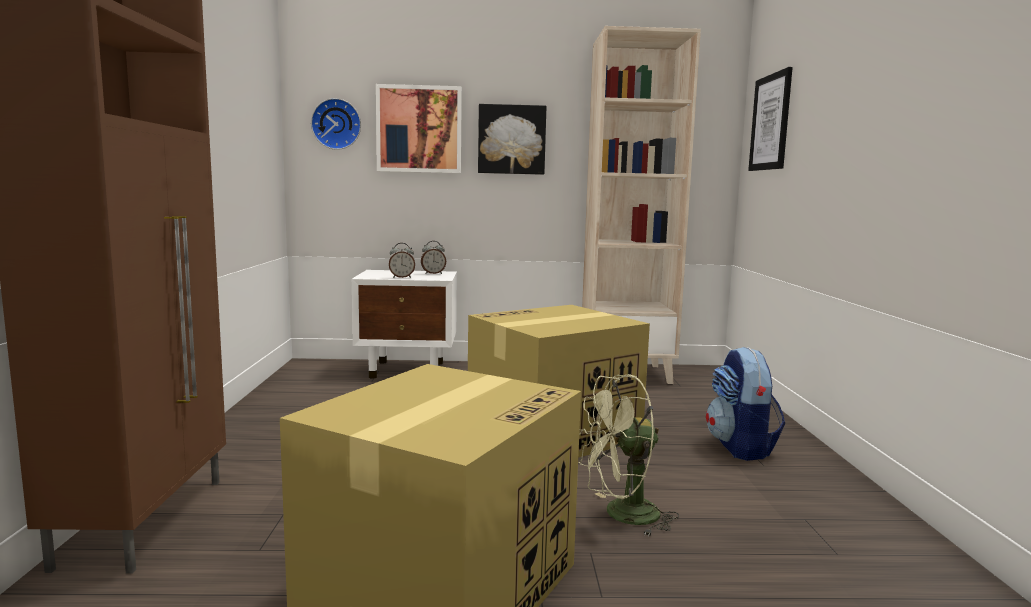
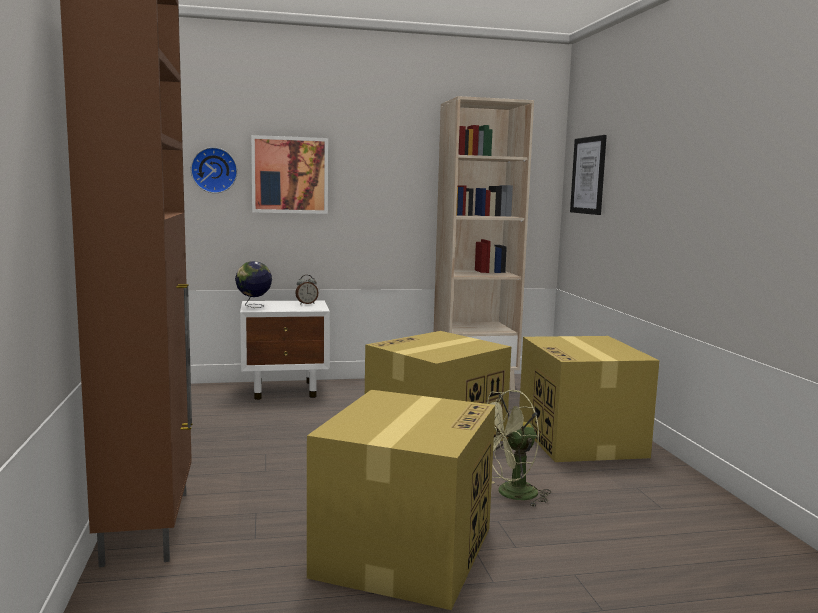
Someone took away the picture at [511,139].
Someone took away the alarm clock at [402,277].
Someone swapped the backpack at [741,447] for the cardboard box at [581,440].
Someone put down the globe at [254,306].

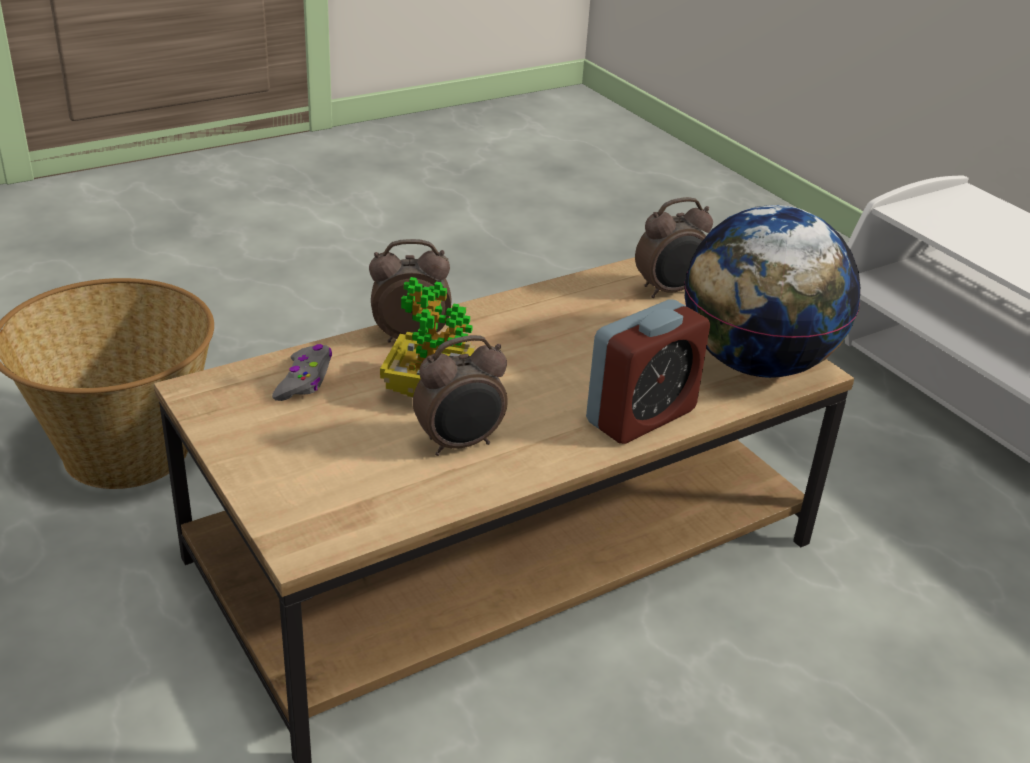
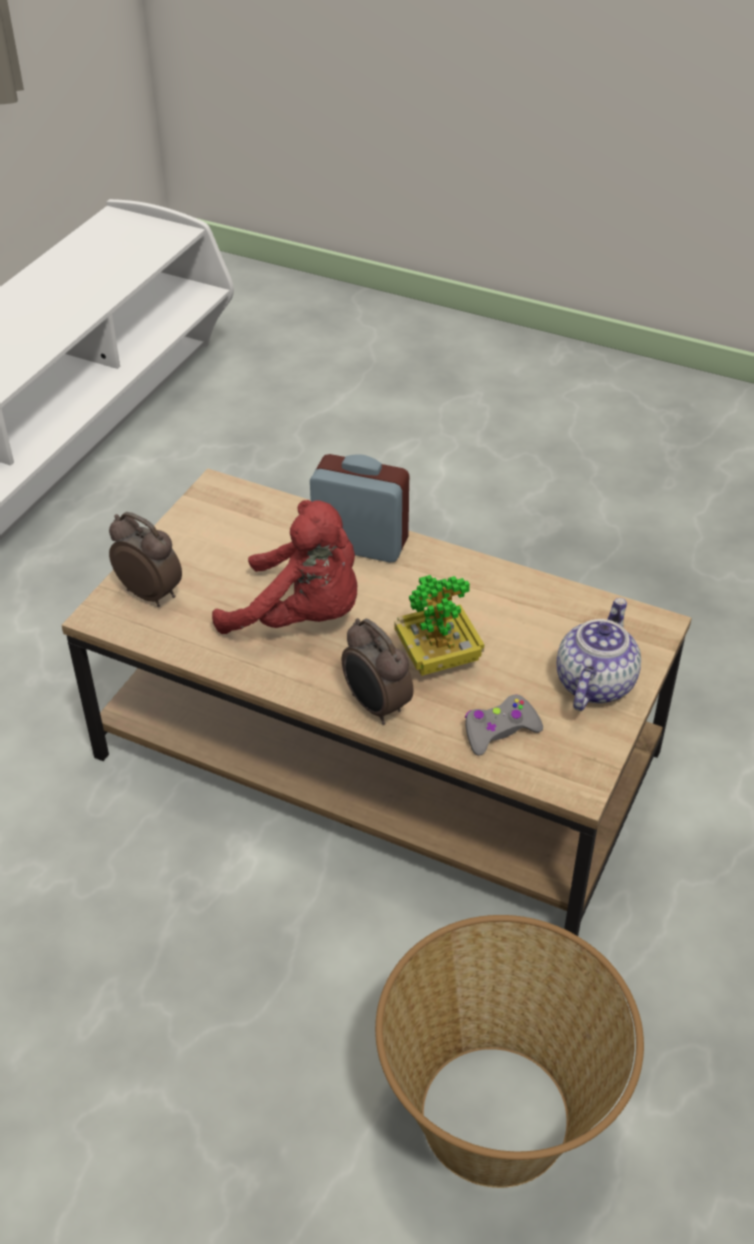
Someone took away the globe at [755,363].
Someone took away the alarm clock at [460,444].
Someone put down the red plush toy at [301,617].
Someone put down the teapot at [594,682].

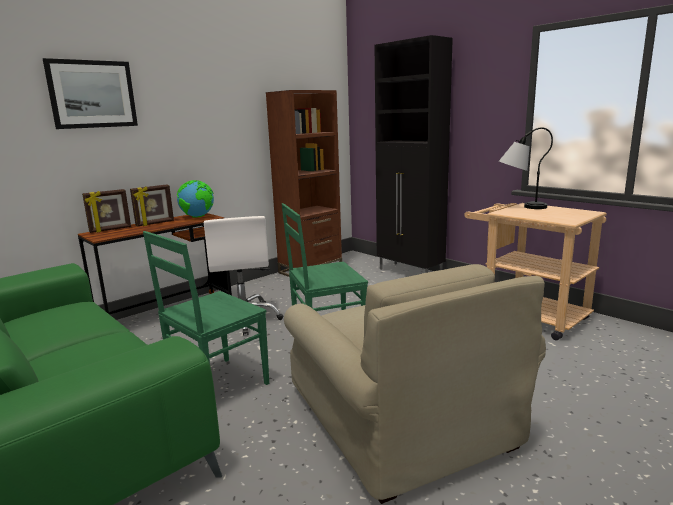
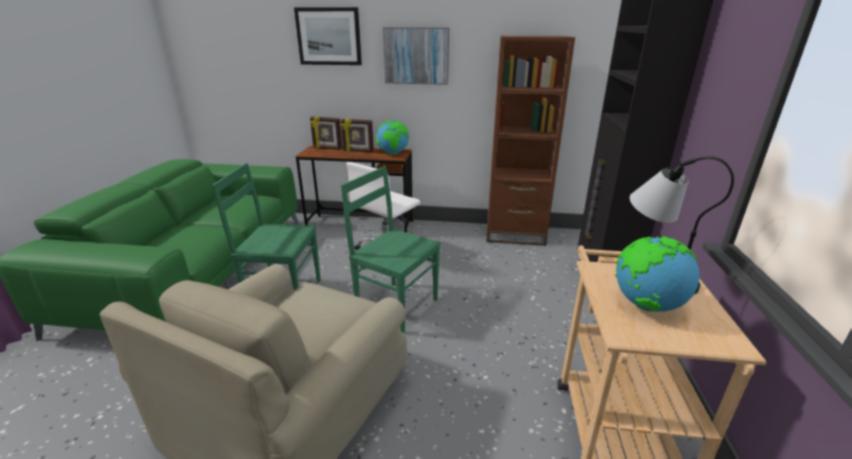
Someone put up the picture at [416,56].
Someone put down the globe at [646,305].

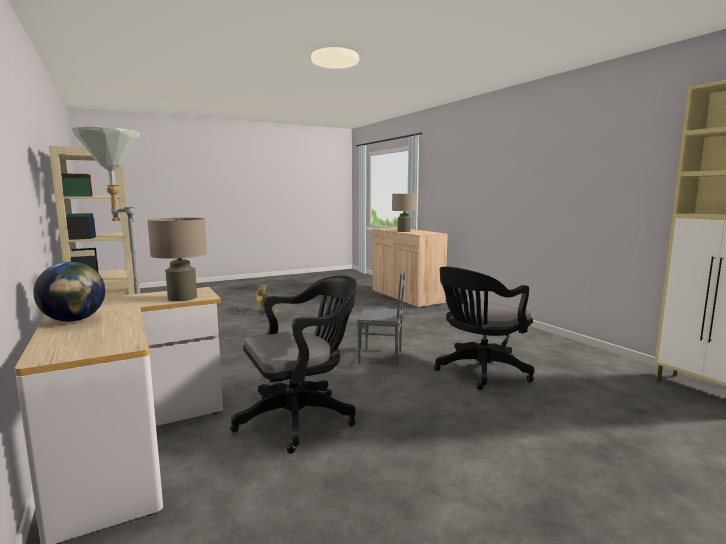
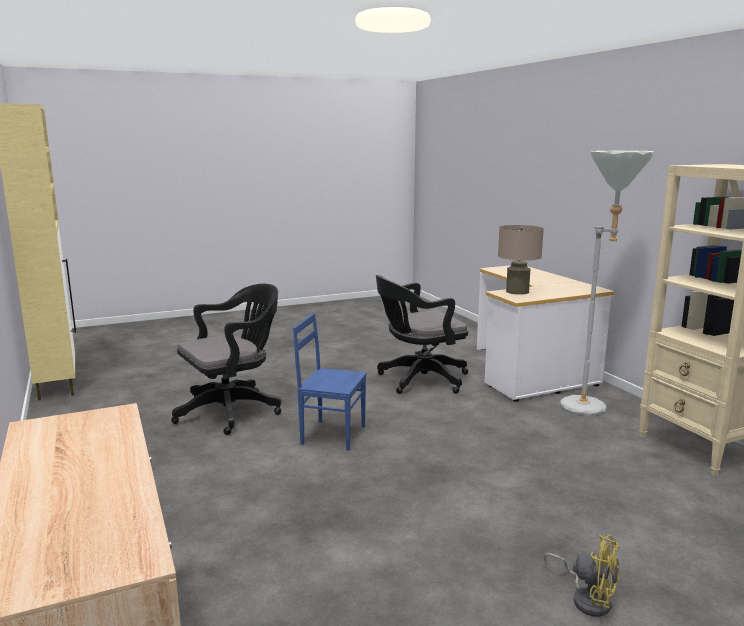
Someone took away the beige table lamp at [404,231].
Someone took away the globe at [74,320].
Someone repainted the grey chair at [381,357], which became the blue chair at [332,434].

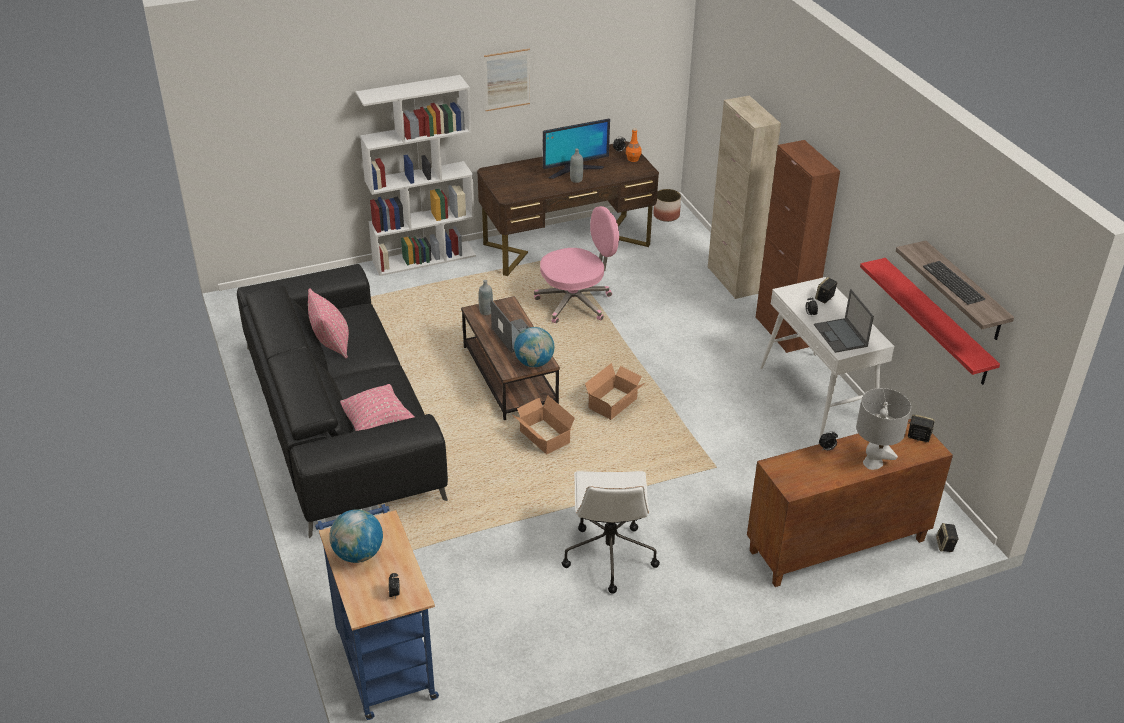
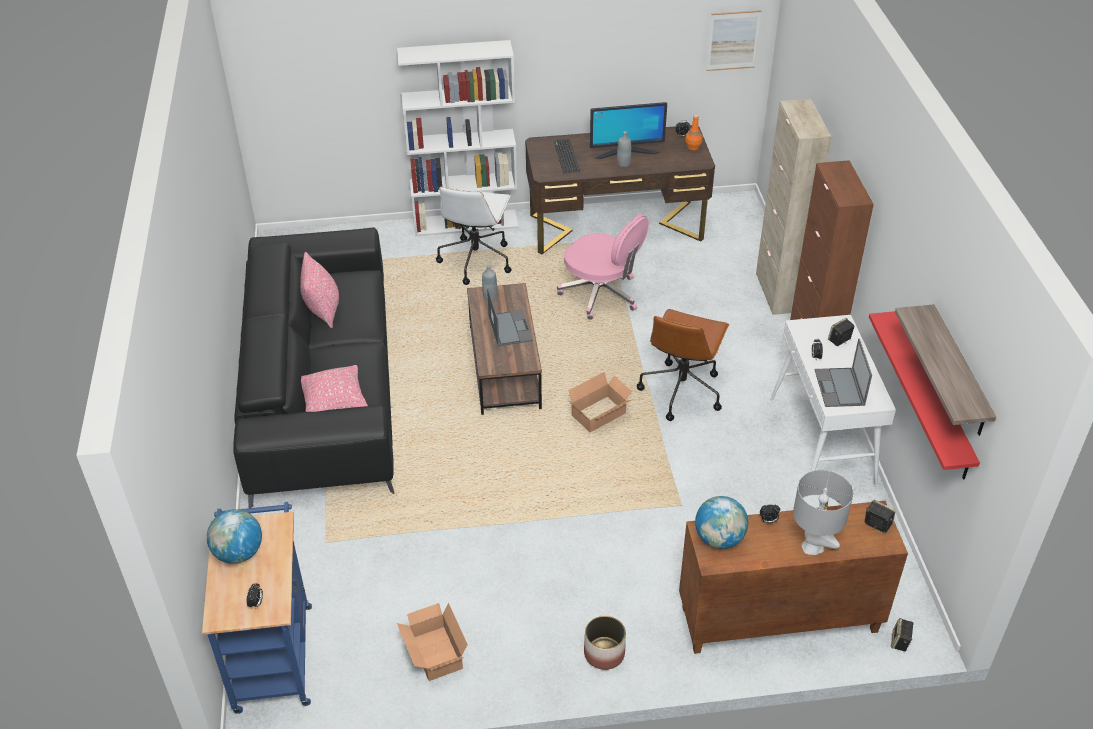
Someone carried the picture from [507,80] to [733,40].
Someone carried the planter from [666,215] to [604,653].
Someone rotated the pink office chair at [576,303] by 45 degrees clockwise.
Someone carried the keyboard from [953,283] to [566,156].
Someone carried the globe from [534,363] to [719,539].
Someone carried the cardboard box from [543,439] to [434,655].
Someone carried the white office chair from [609,555] to [476,260].
Someone put down the brown office chair at [681,390].

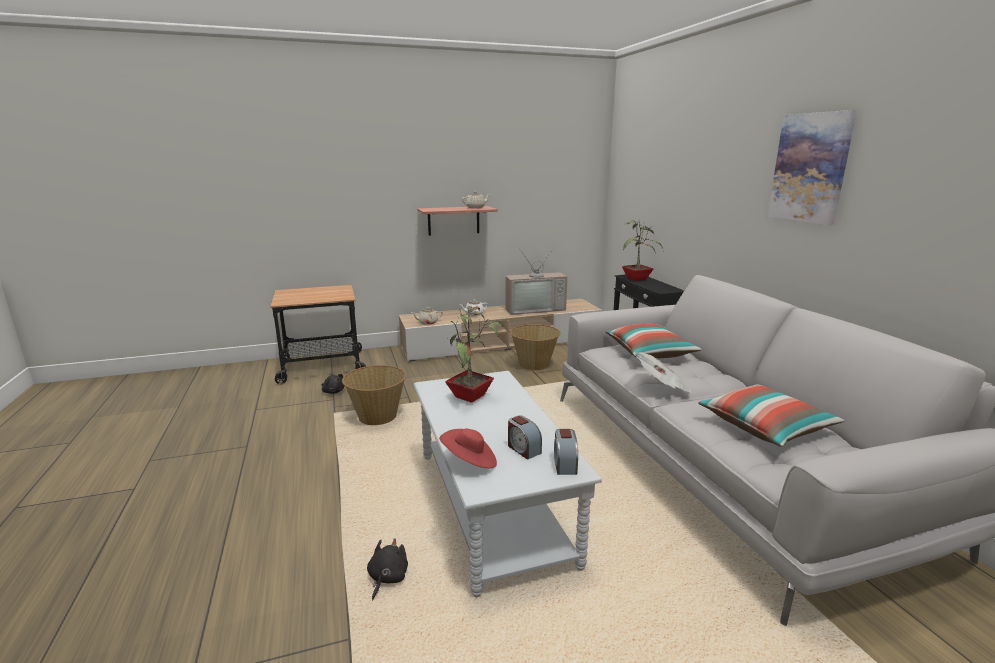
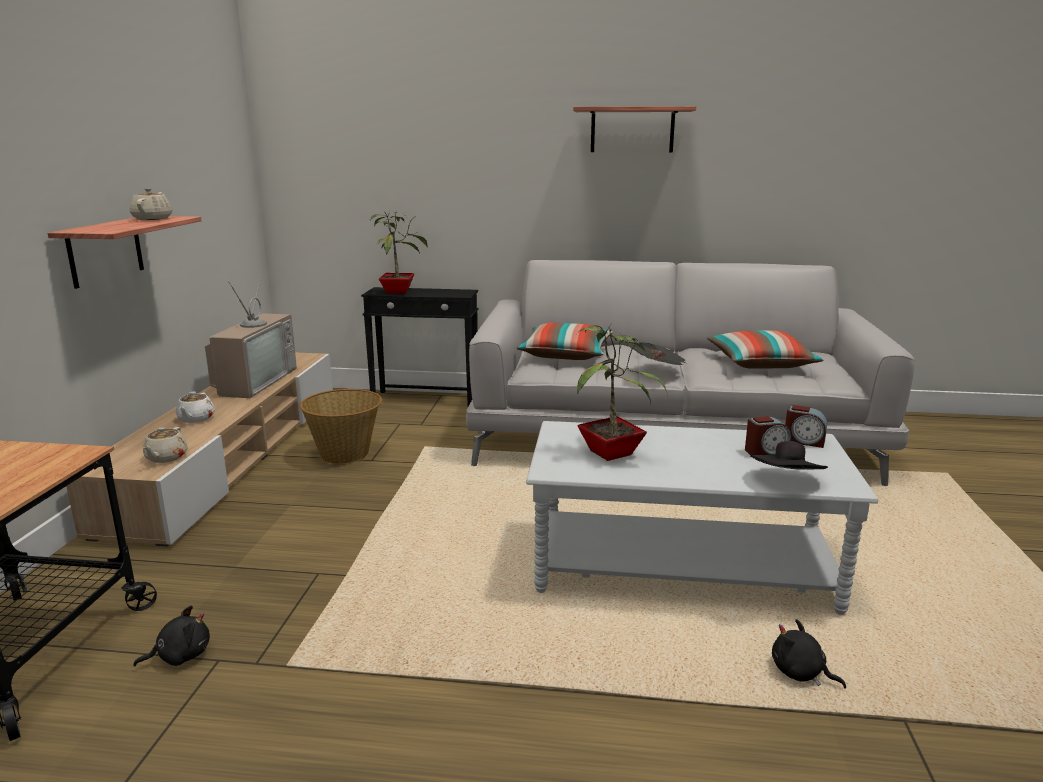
Someone swapped the picture at [810,168] for the shelf at [632,130].
Someone took away the basket at [377,416].
Someone repainted the red hat at [469,462], which became the black hat at [786,481].

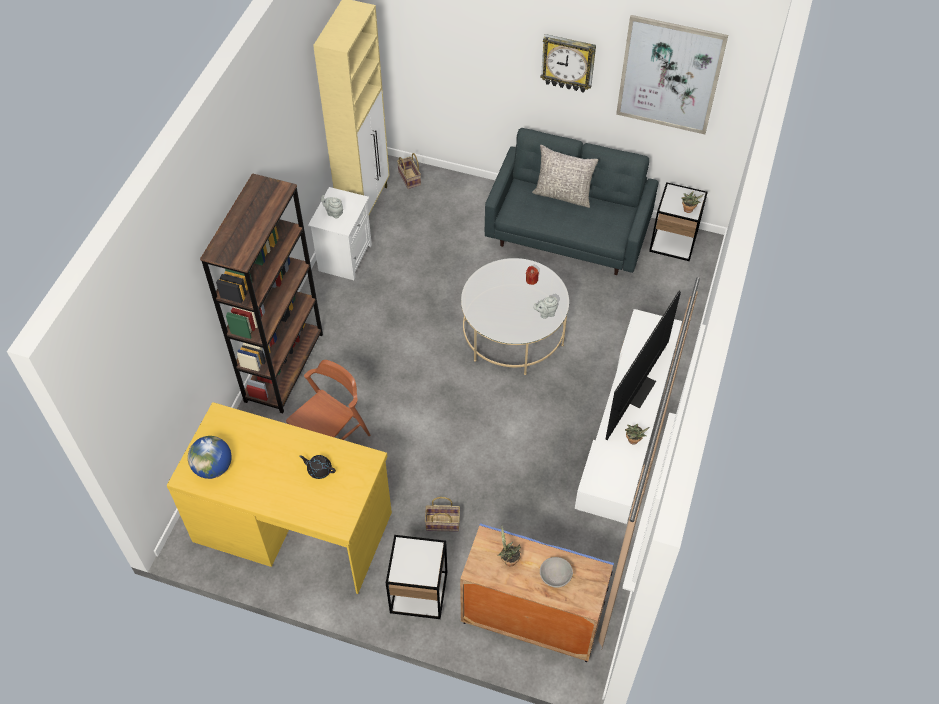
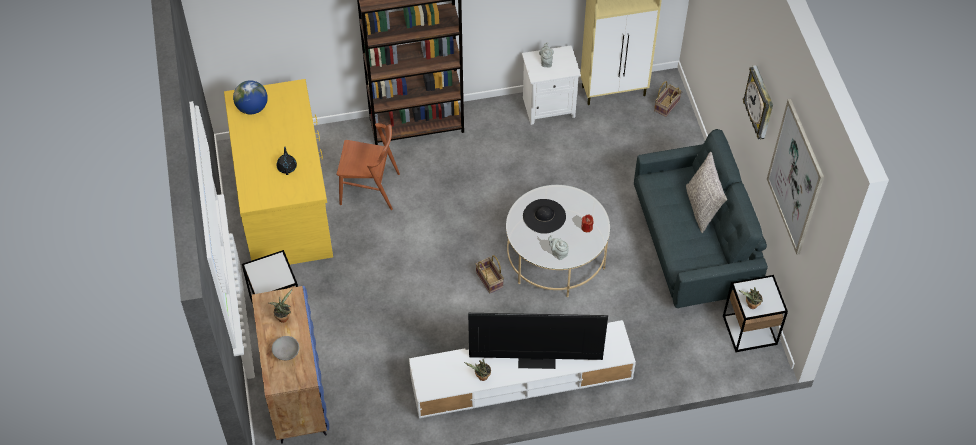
Someone carried the basket from [443,522] to [490,280].
Someone put down the black hat at [544,216].

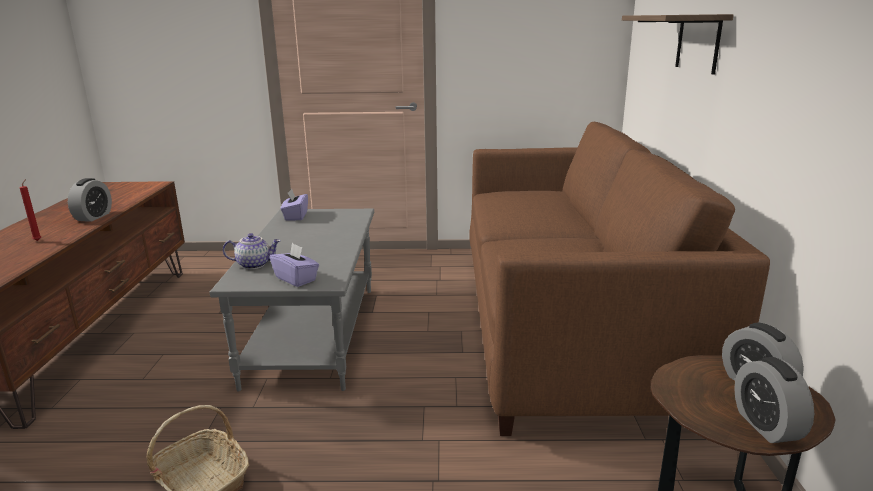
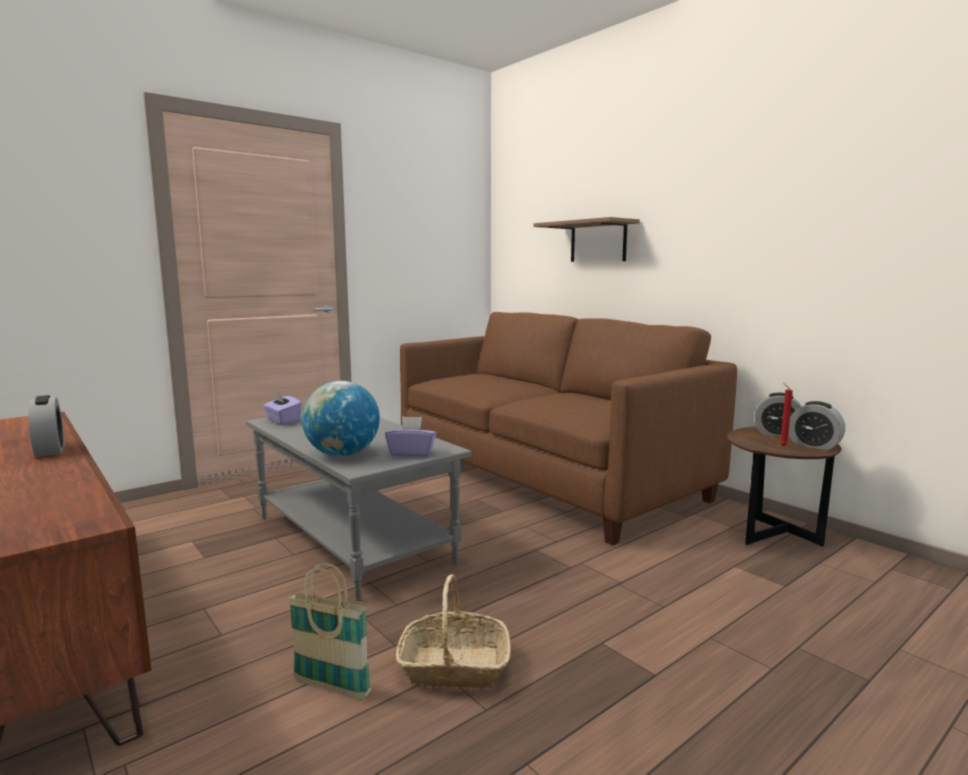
Someone carried the red candle from [38,240] to [782,445].
Someone swapped the teapot at [254,264] for the globe at [342,454].
Someone put down the basket at [331,688].

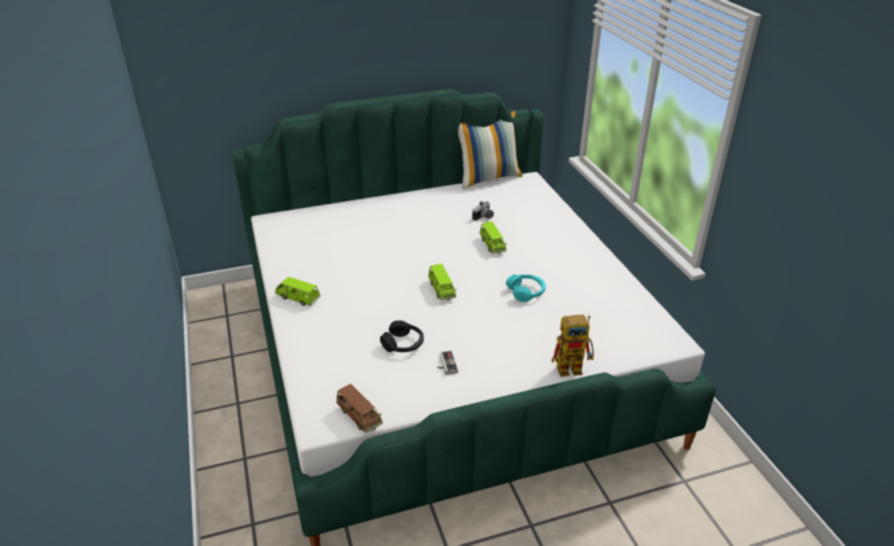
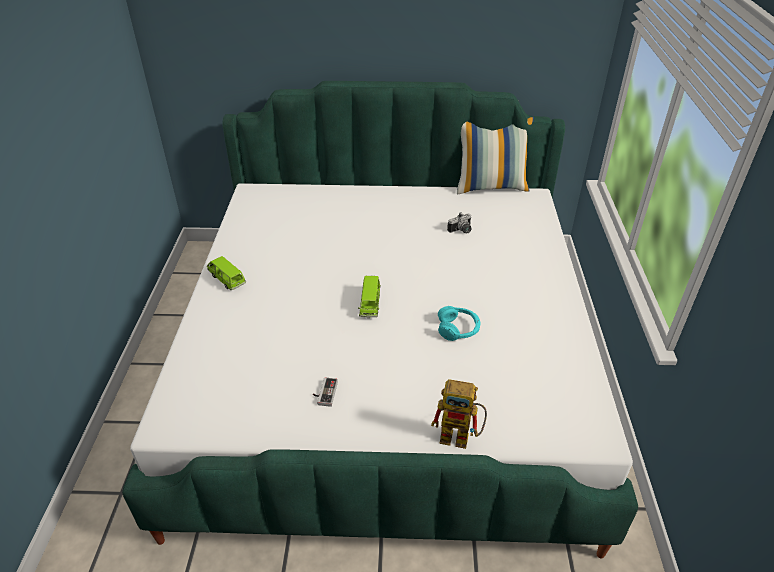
Someone took away the green toy car at [492,245].
Someone took away the black headphones at [403,344].
Someone took away the brown toy car at [359,416].

